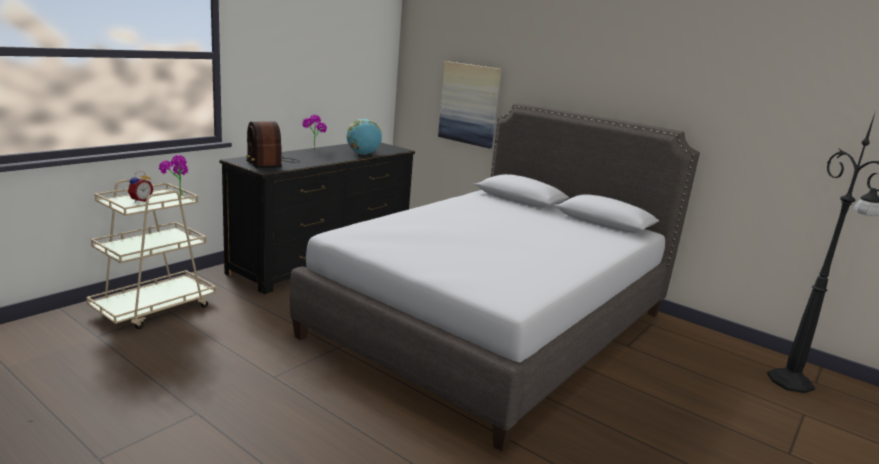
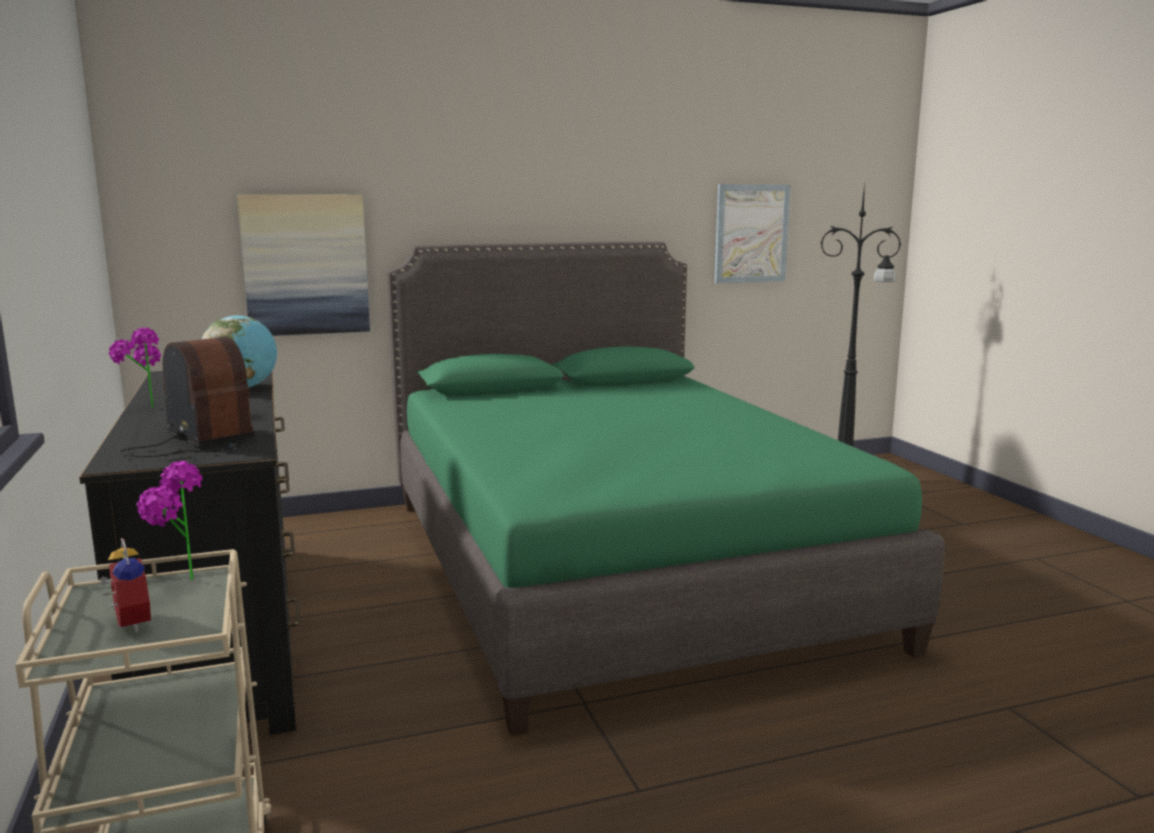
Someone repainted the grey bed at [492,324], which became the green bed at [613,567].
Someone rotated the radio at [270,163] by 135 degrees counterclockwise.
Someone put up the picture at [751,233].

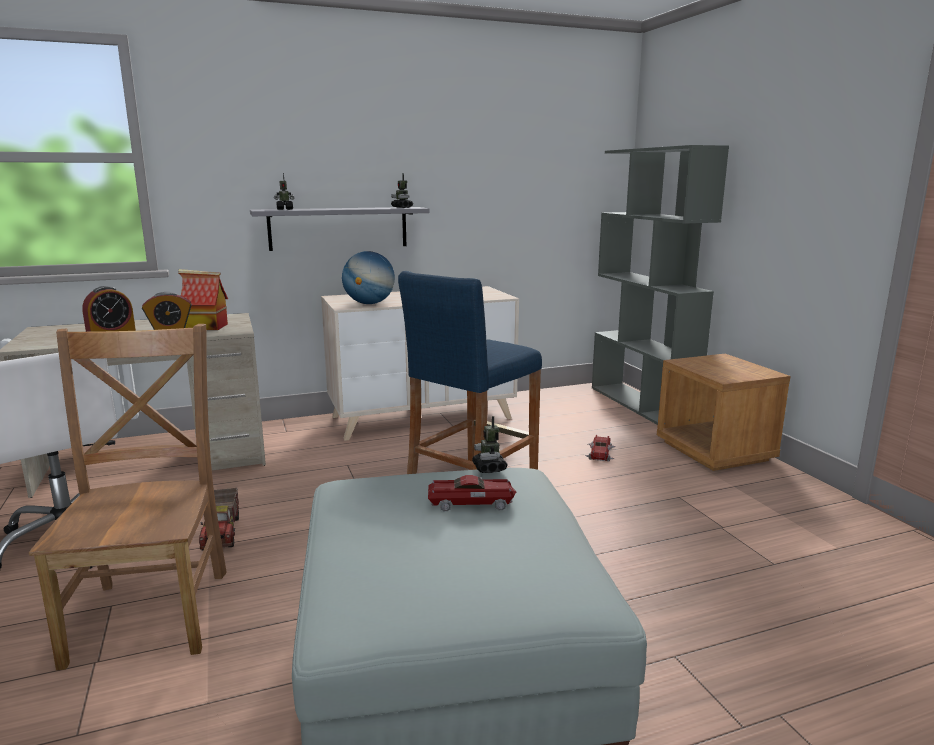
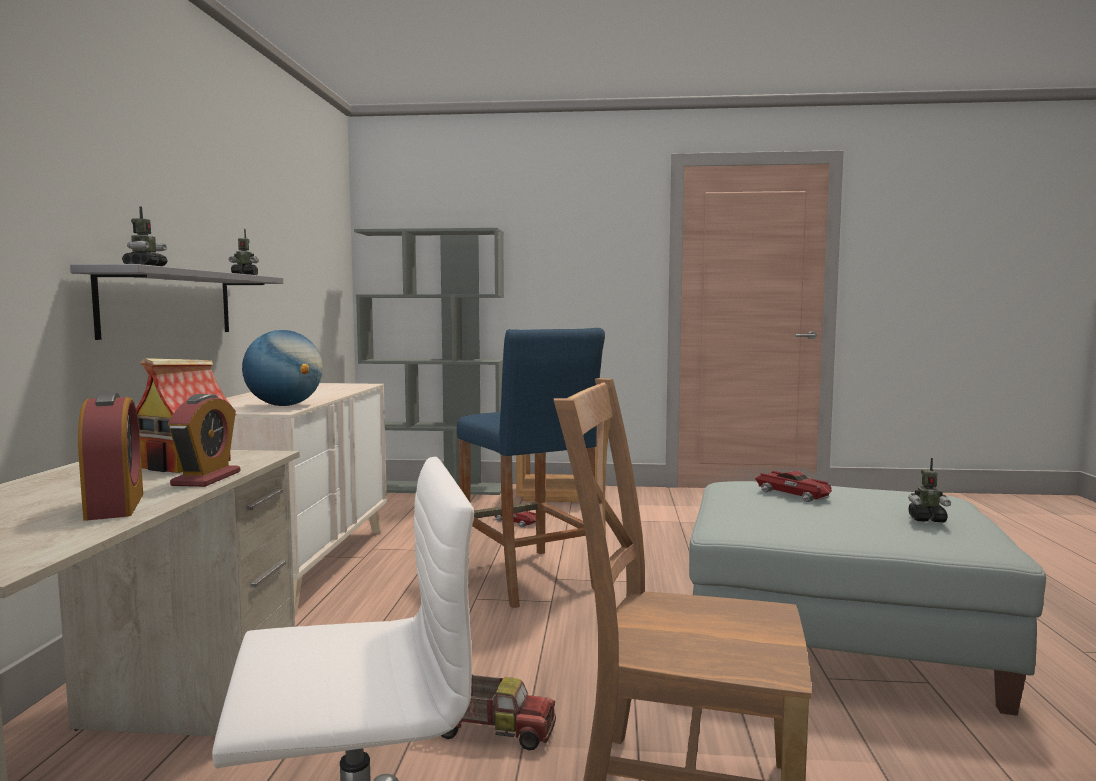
Someone carried the toy robot from [489,468] to [927,519].
Someone rotated the toy car at [472,502] by 120 degrees clockwise.

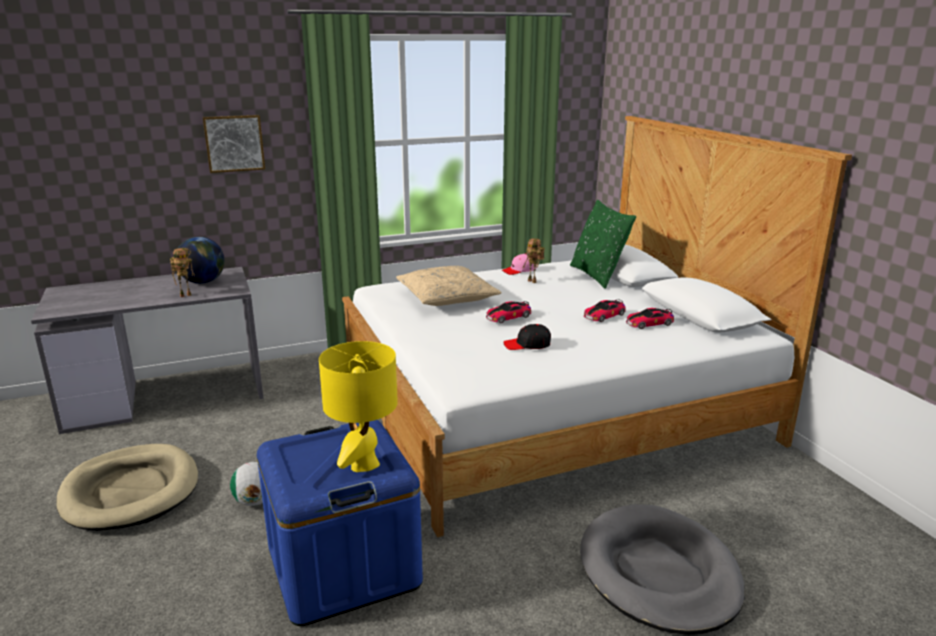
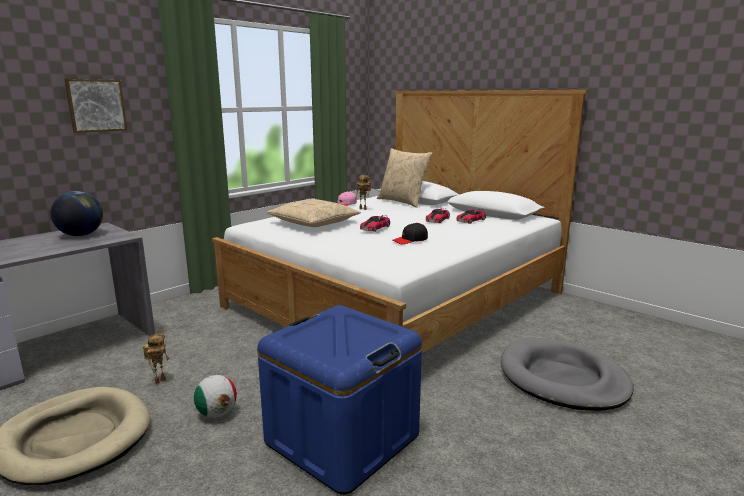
Someone repainted the green pillow at [598,275], which became the beige pillow at [403,202].
Someone carried the toy robot from [186,295] to [160,380].
Someone took away the yellow table lamp at [364,464].

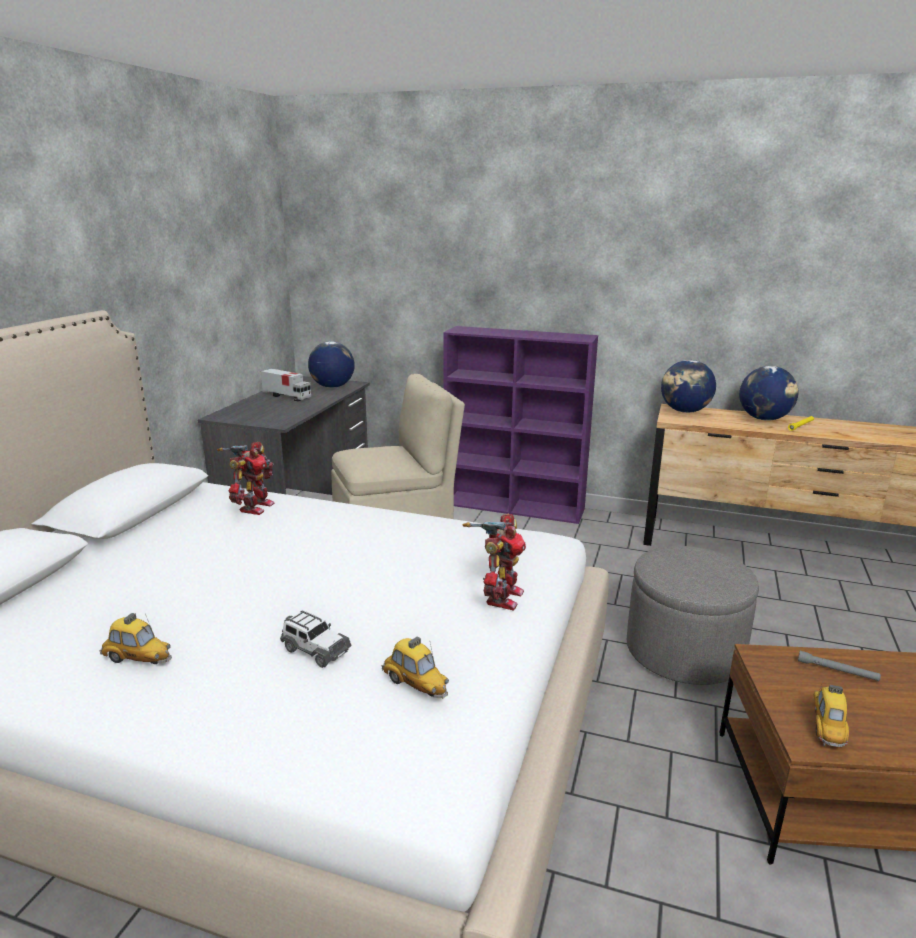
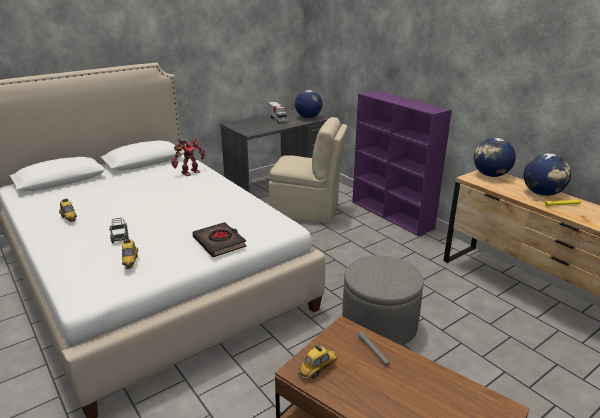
Someone swapped the toy robot at [501,597] for the black book at [219,242].

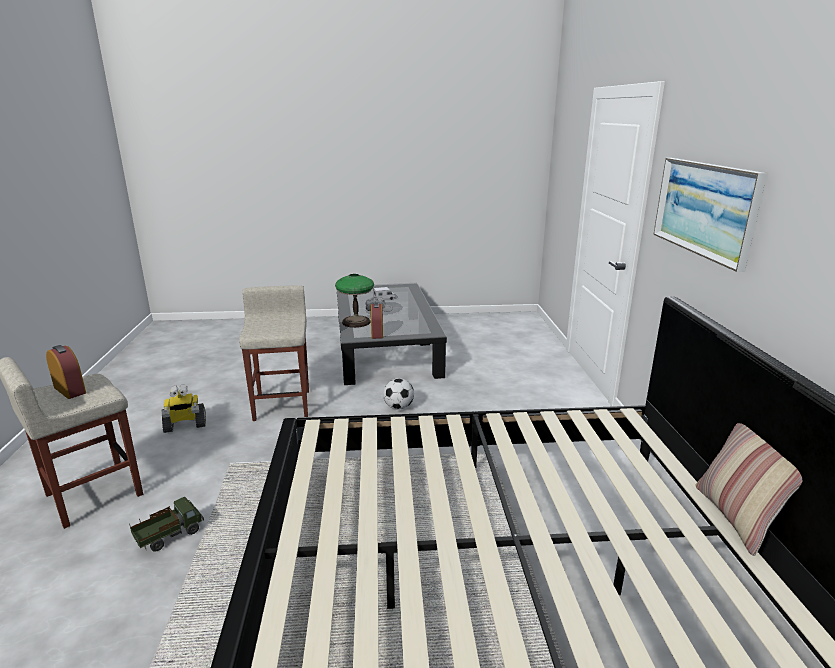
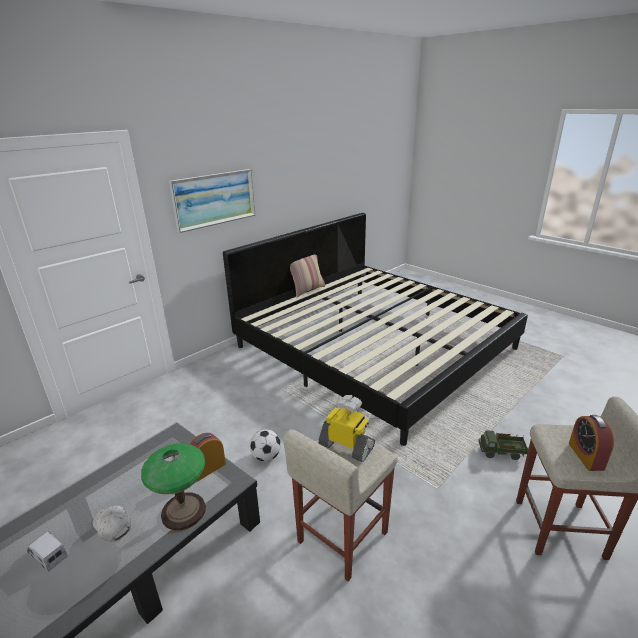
Someone carried the toy robot from [185,425] to [347,445].

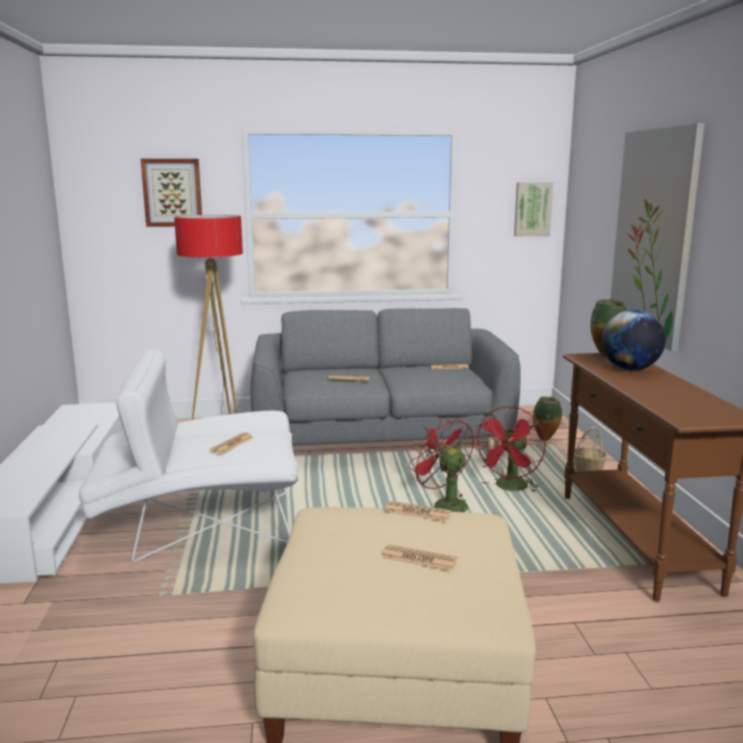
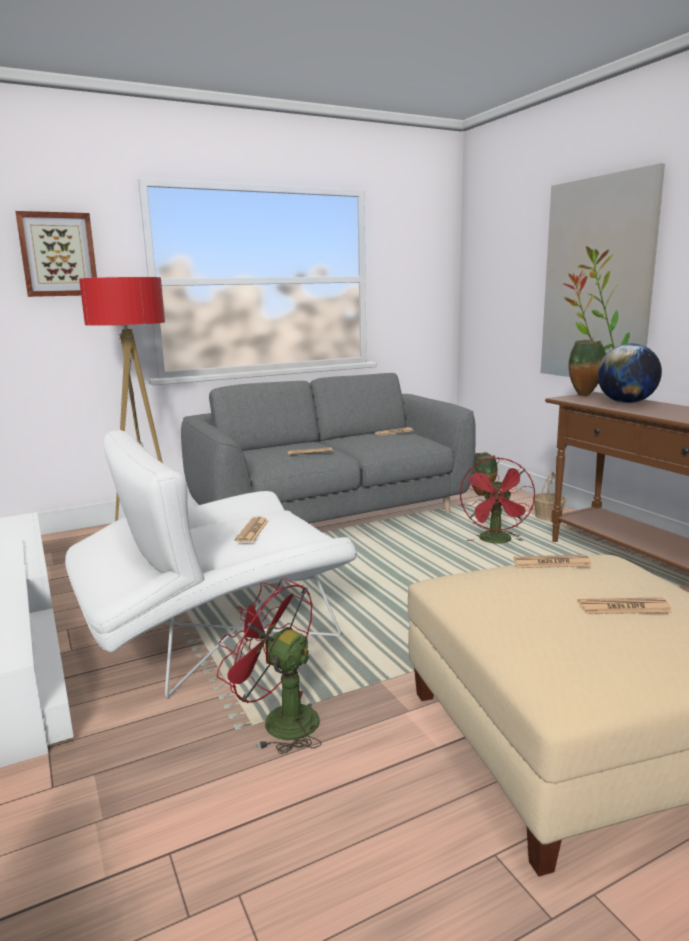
Someone took away the picture at [532,209].
Someone carried the red fan from [444,504] to [279,720].

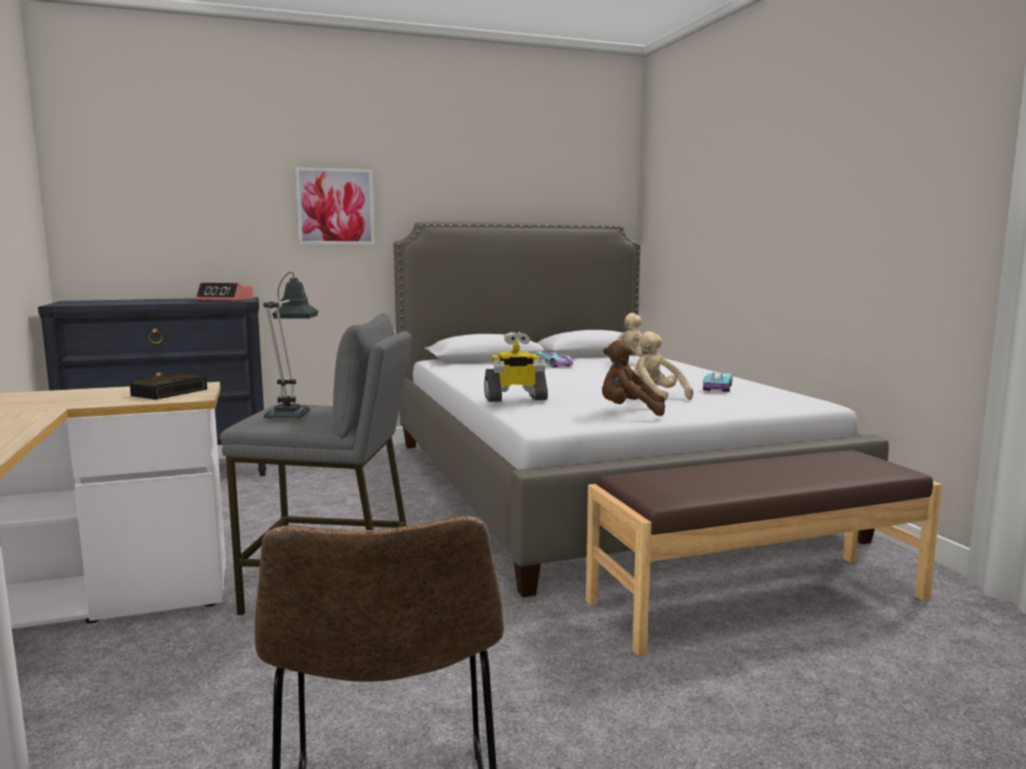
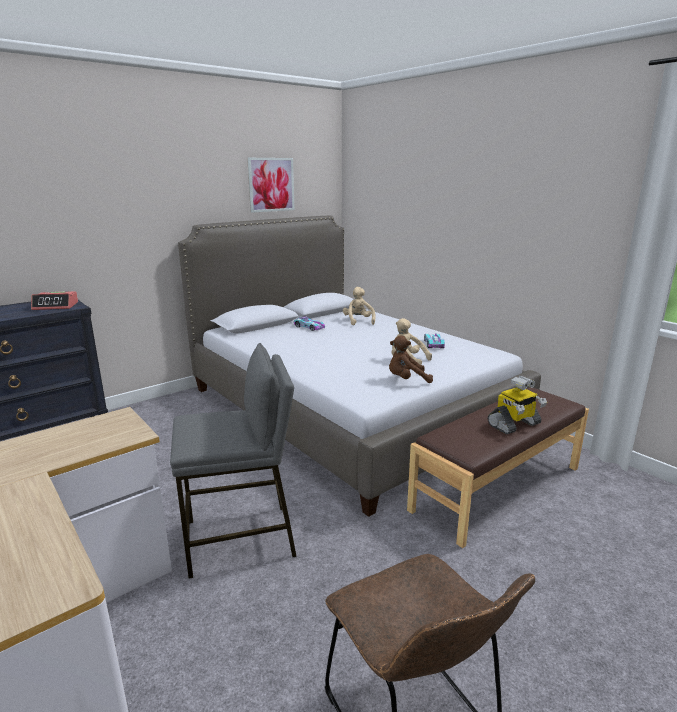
Someone carried the picture from [335,207] to [271,184].
Someone took away the table lamp at [291,413].
Someone carried the toy robot from [515,398] to [514,425].
Someone took away the alarm clock at [171,392].

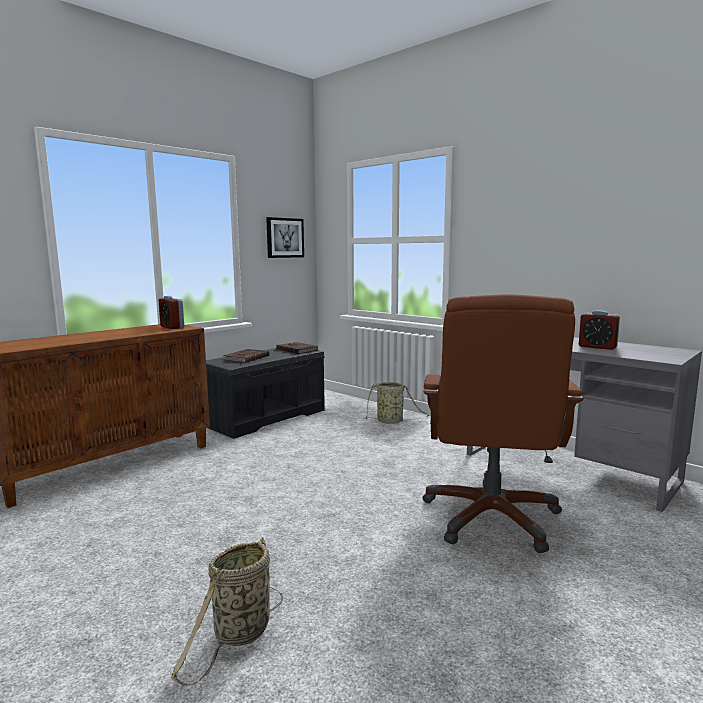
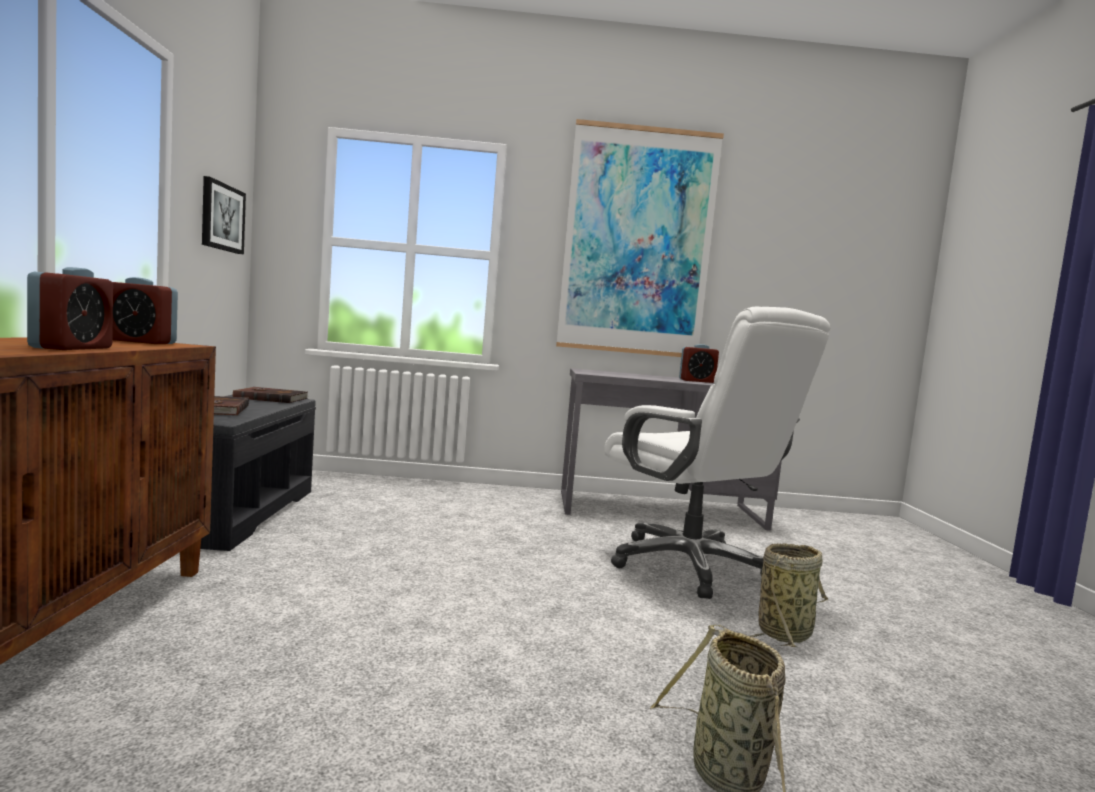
Someone repainted the brown office chair at [491,517], which became the white office chair at [690,566].
Someone carried the basket from [392,421] to [786,633].
Someone put up the picture at [637,242].
Someone put down the alarm clock at [72,348].

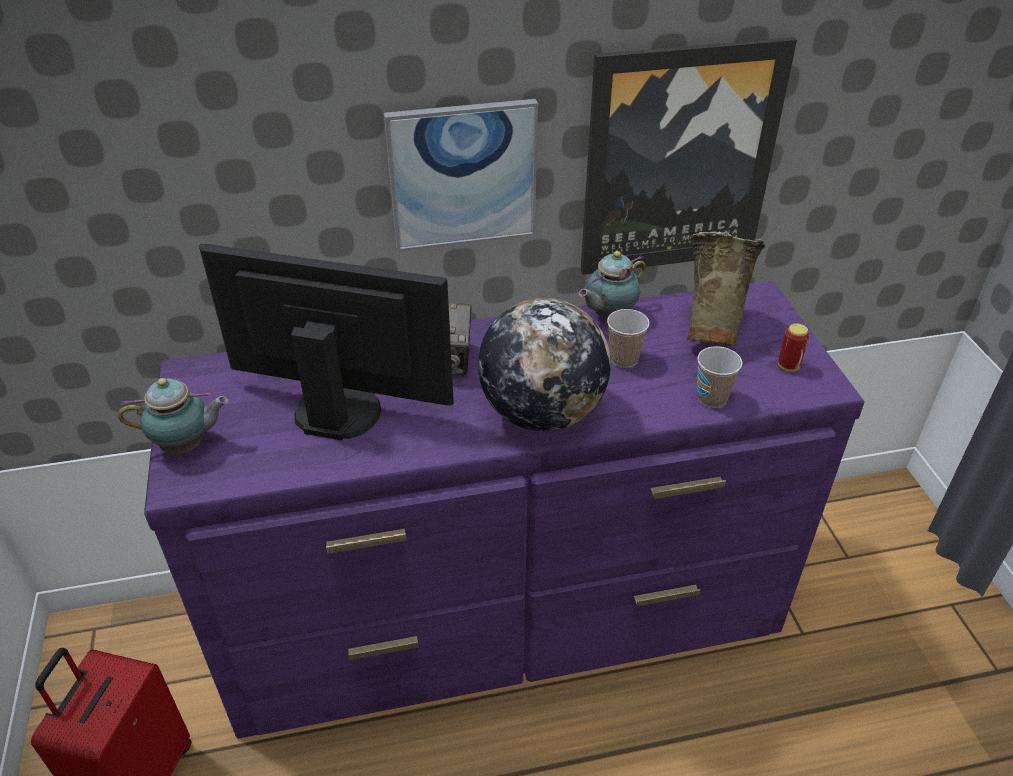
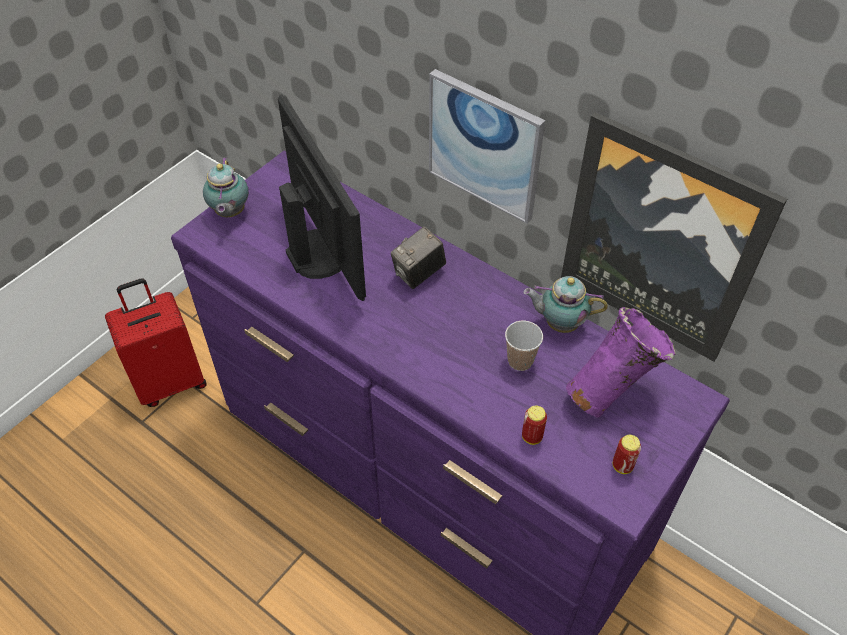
Someone repainted the beige vase at [711,330], which became the purple vase at [612,393].
Someone took away the globe at [541,413].
Someone swapped the cup at [712,398] for the can at [532,437].
Someone rotated the teapot at [187,446] by 45 degrees clockwise.

